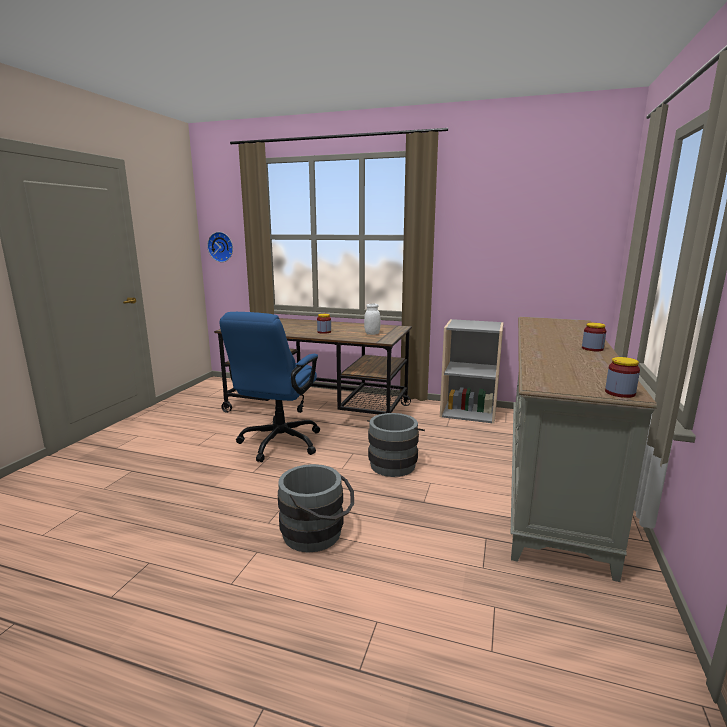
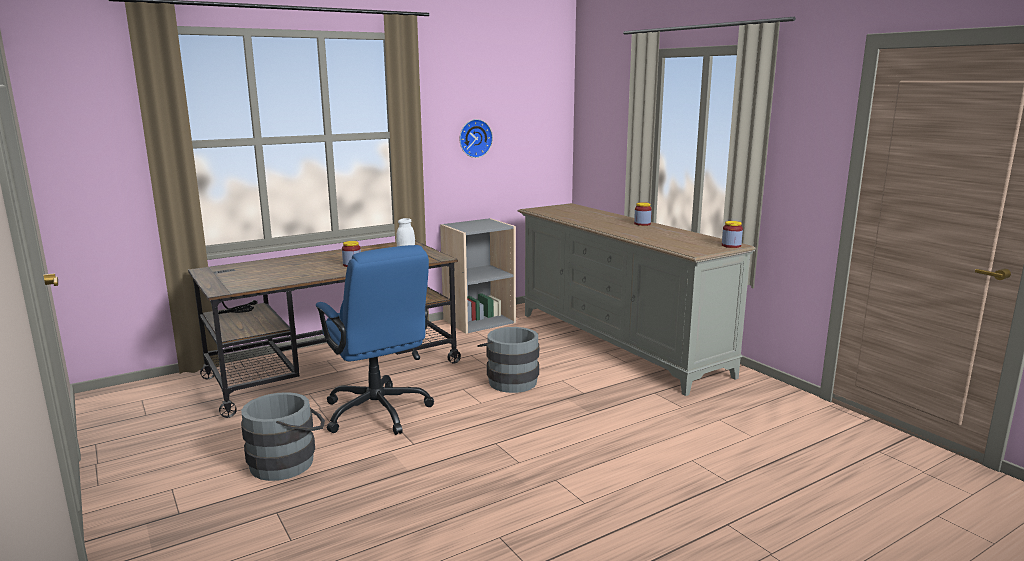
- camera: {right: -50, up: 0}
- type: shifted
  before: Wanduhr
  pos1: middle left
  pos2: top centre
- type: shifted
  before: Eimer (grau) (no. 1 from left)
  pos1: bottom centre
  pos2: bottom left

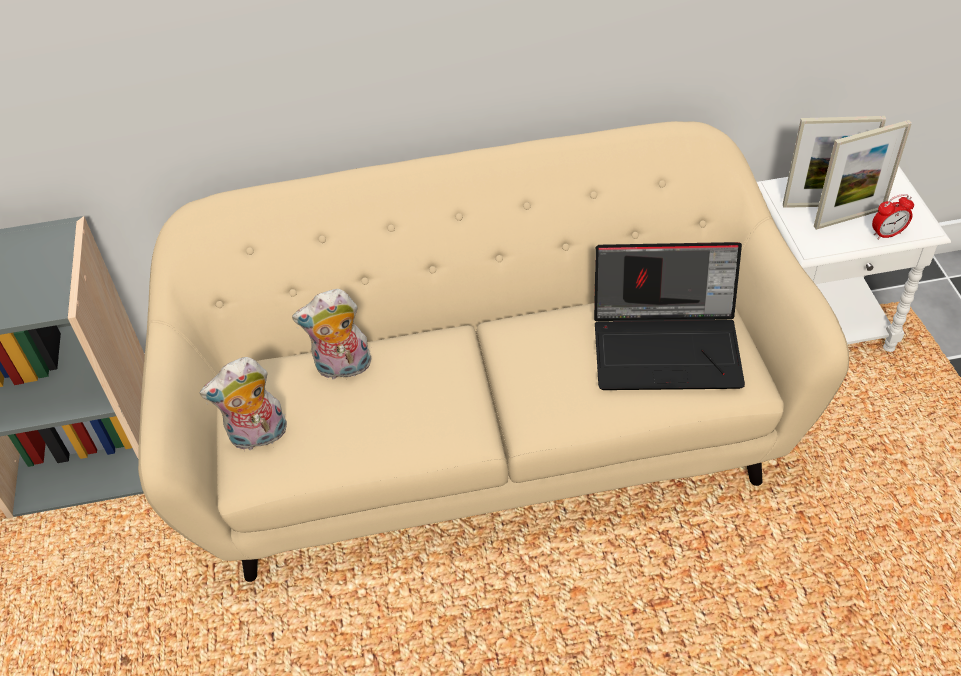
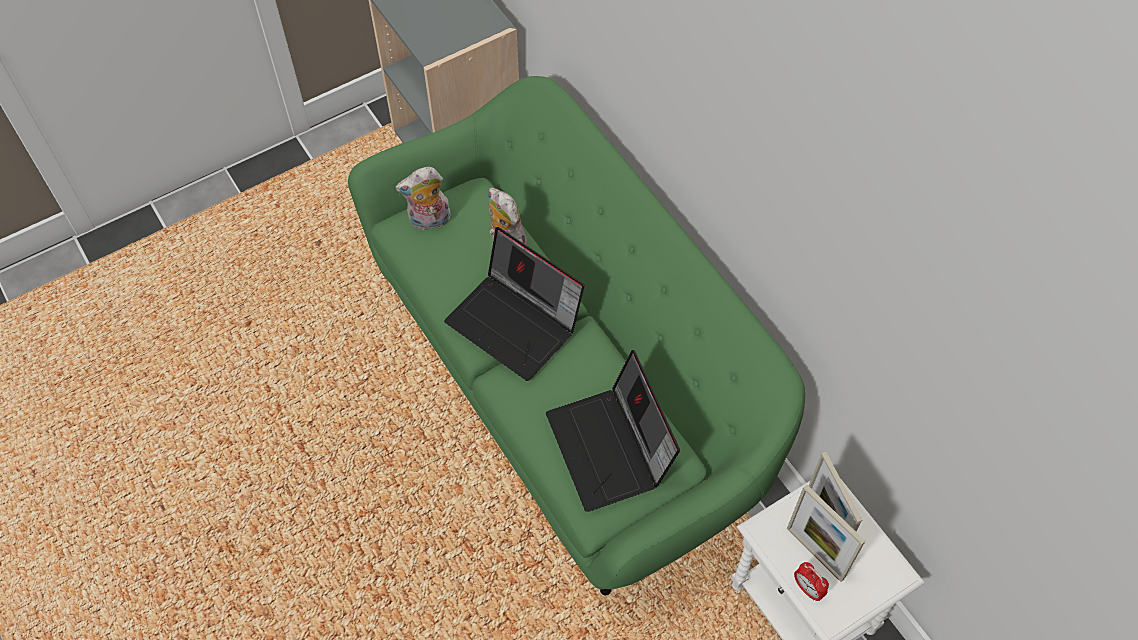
- camera: {right: 65, up: 10}
- type: repainted
  before: Sofa (beige)
  after: Sofa (grün)
  pos1: centre
  pos2: centre
- type: rotated
  before: Plüschtier (no. 1 from left)
  pos1: middle left
  pos2: top centre
  turn: -60
- type: new
  after: Laptop (no. 1 from left)
  pos2: centre

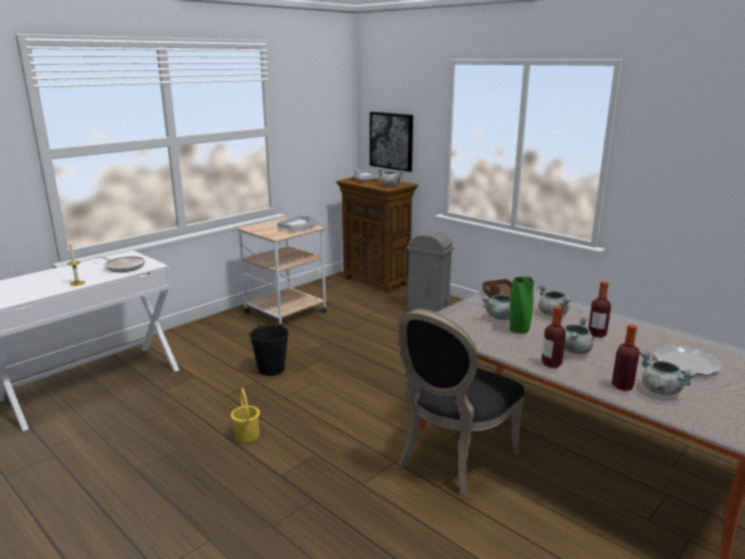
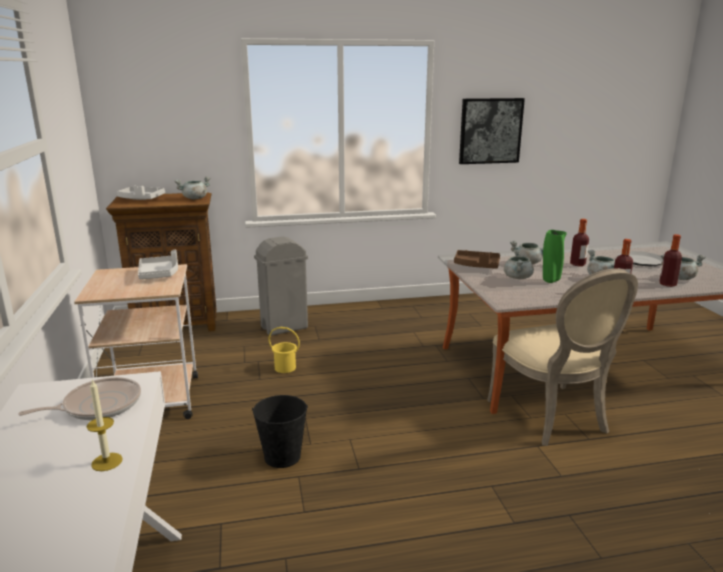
- camera: {right: -55, up: 0}
- type: shifted
  before: Eimer (gelb)
  pos1: bottom left
  pos2: centre
- type: shifted
  before: Bild
  pos1: top centre
  pos2: top right
- type: repainted
  before: Stuhl (schwarz)
  after: Stuhl (beige)
  pos1: bottom centre
  pos2: middle right

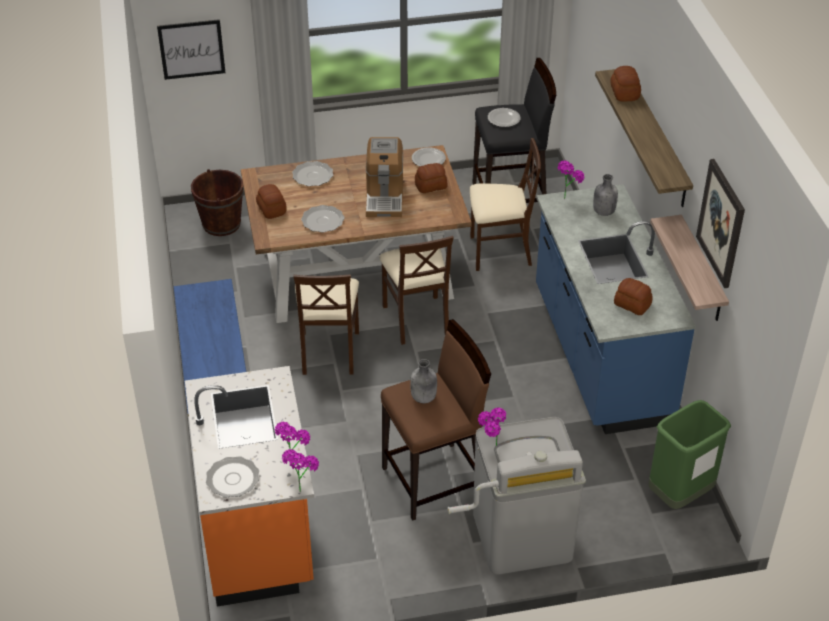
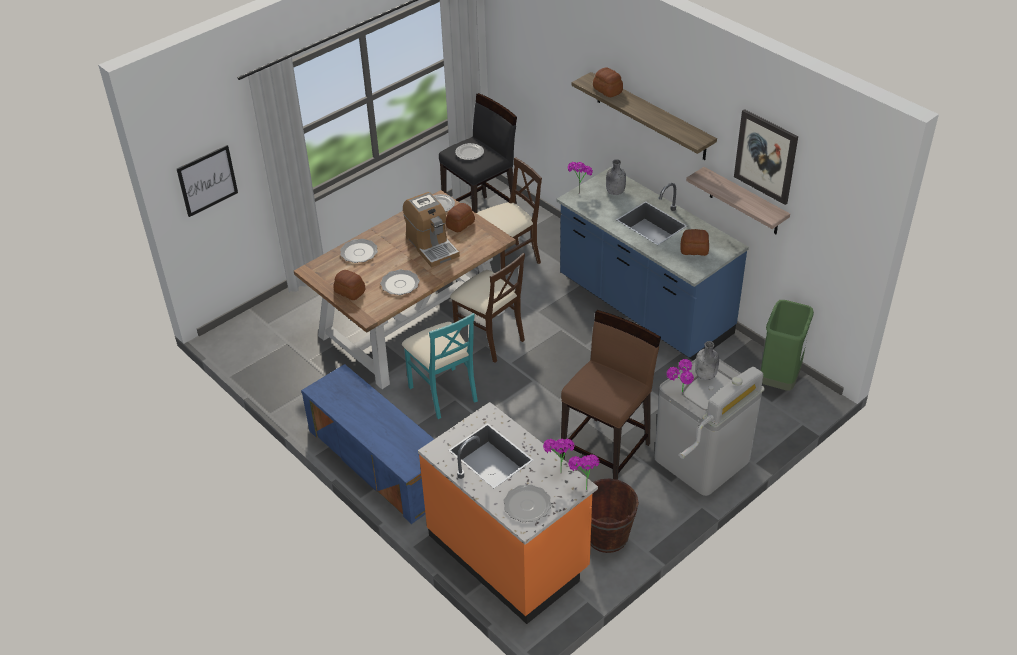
- camera: {right: -30, up: 0}
- type: shifted
  before: Eimer (braun)
  pos1: top left
  pos2: bottom centre
- type: repainted
  before: Stuhl (beige) (no. 1 from left)
  after: Stuhl (türkis)
  pos1: centre
  pos2: centre
- type: shifted
  before: Flasche (grau) (no. 1 from left in the first image)
  after: Flasche (grau) (no. 2 from left)
  pos1: centre
  pos2: middle right

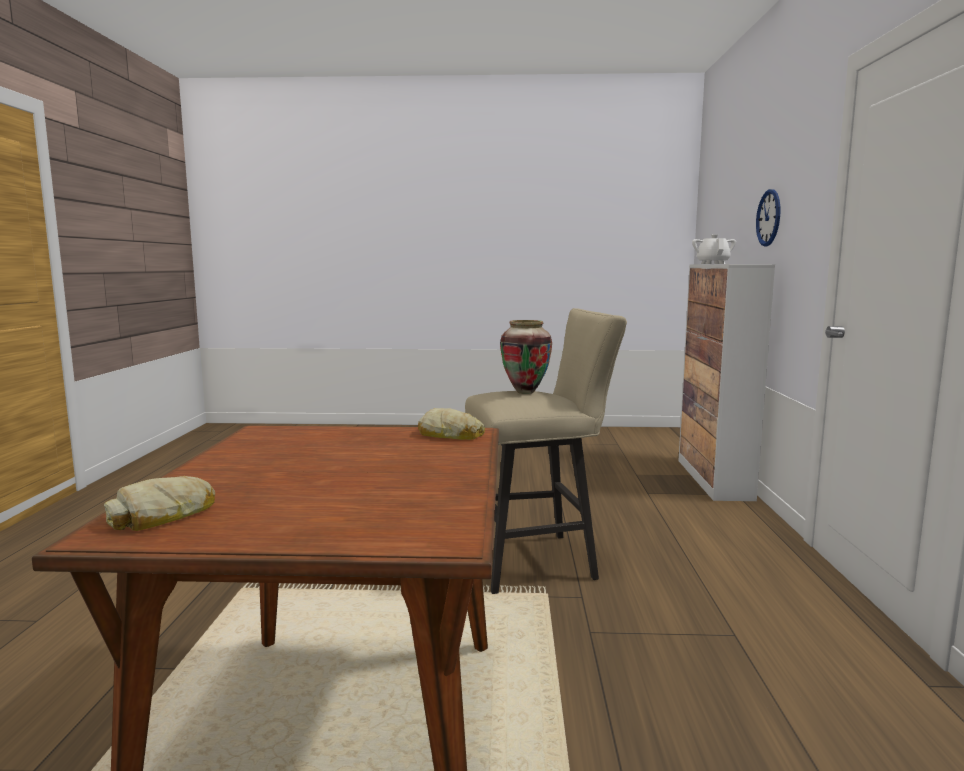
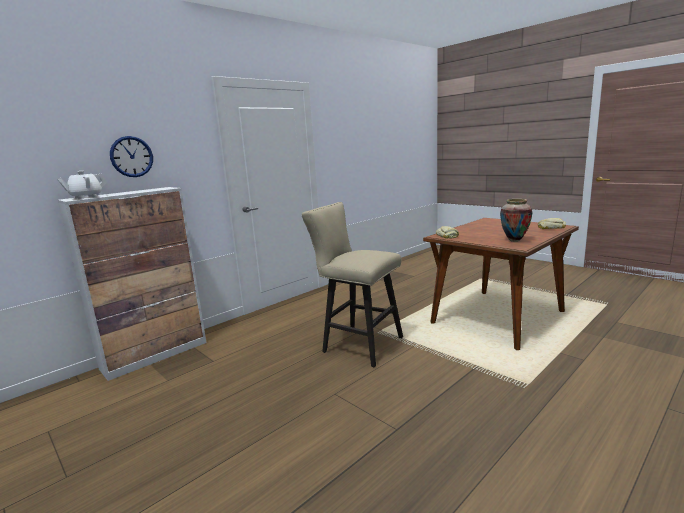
- camera: {right: -135, up: 5}
- type: shifted
  before: Vase
  pos1: centre
  pos2: middle right

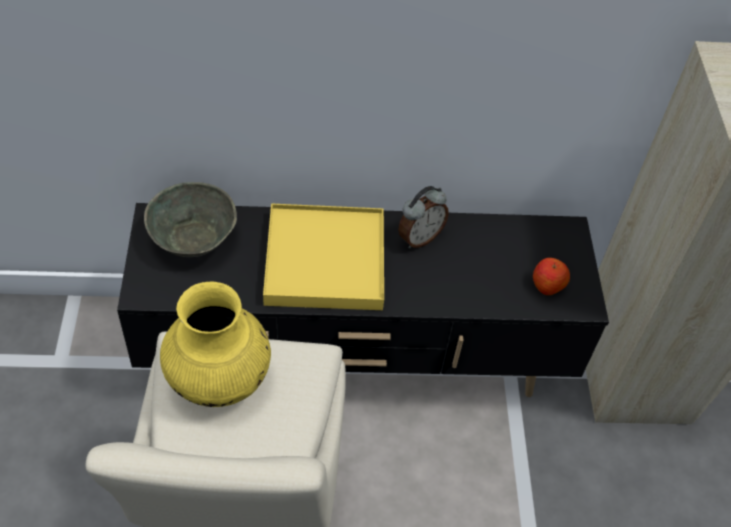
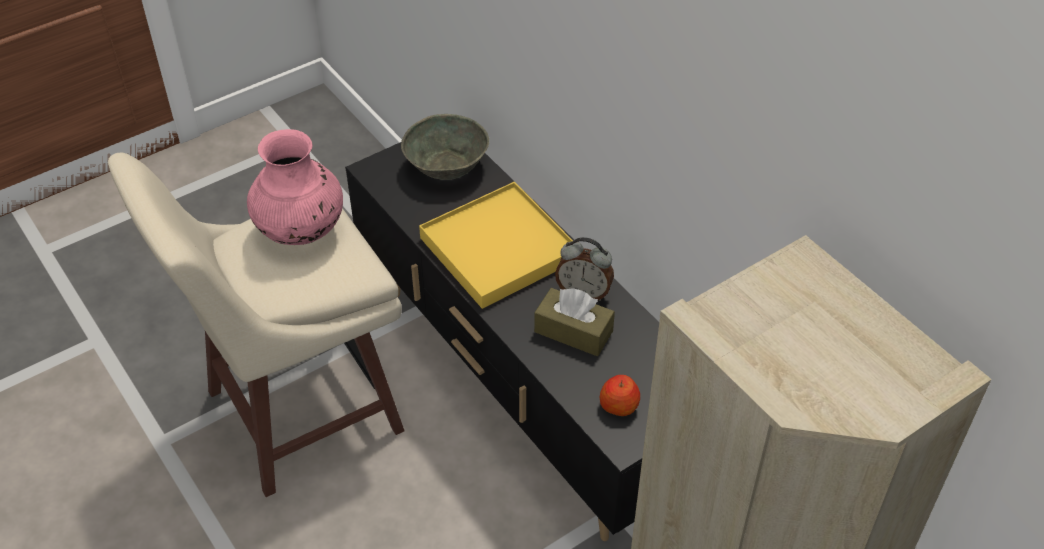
- camera: {right: 60, up: -5}
- type: repainted
  before: Vase (gelb)
  after: Vase (rosa)
  pos1: middle left
  pos2: middle left
- type: new
  after: Taschentuchbox (braun)
  pos2: centre

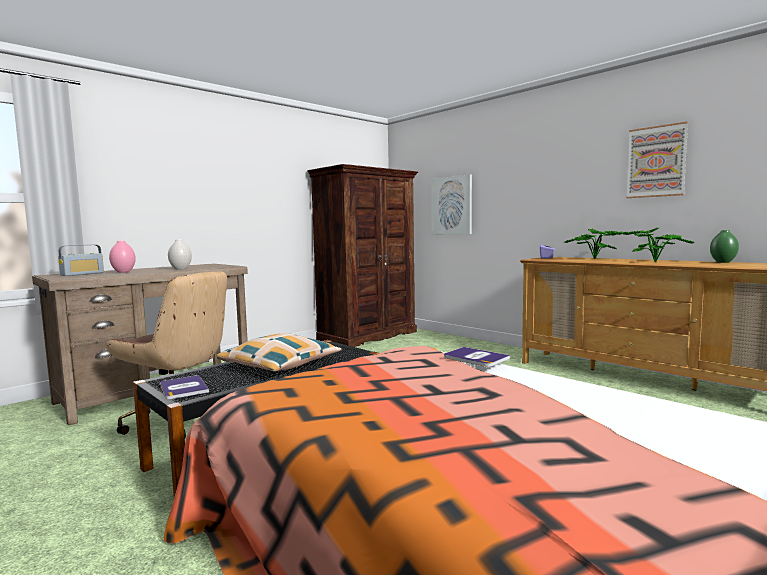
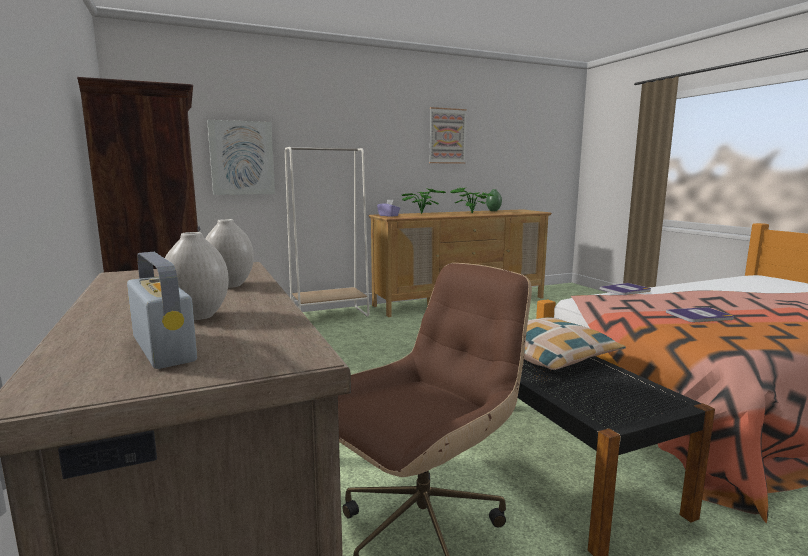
- camera: {right: -70, up: 5}
- type: repainted
  before: Vase (rosa)
  after: Vase (weiß) (no. 1 from left)
  pos1: middle left
  pos2: middle left
- type: shifted
  before: Buch (no. 1 from left in the first image)
  after: Buch (no. 2 from left)
  pos1: bottom left
  pos2: middle right
- type: new
  after: Kleiderständer
  pos2: centre

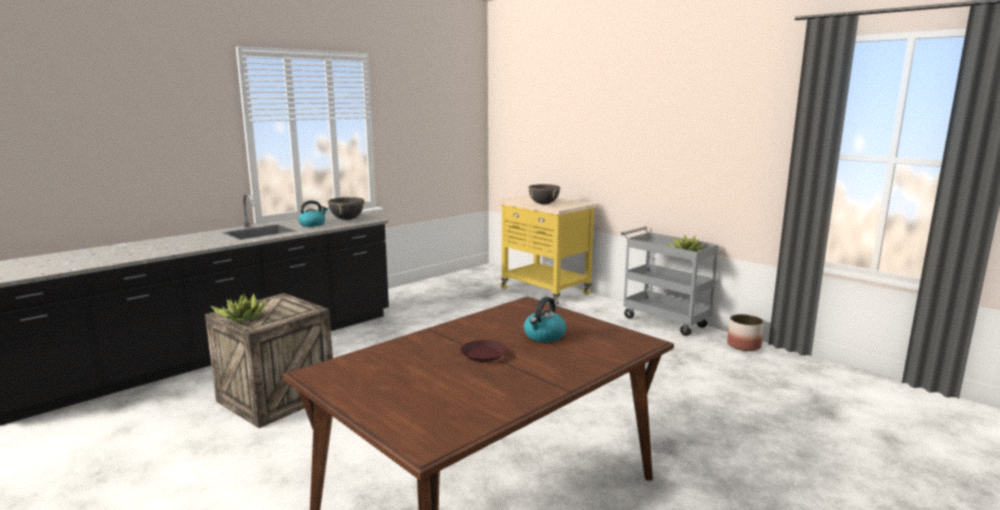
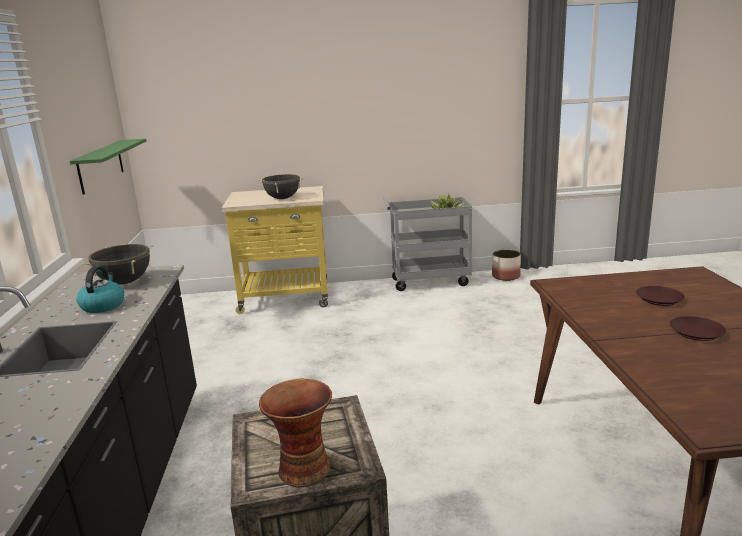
- camera: {right: -50, up: 5}
- type: swapped
  before: Topfpflanze (no. 1 from left)
  after: Vase
  pos1: middle left
  pos2: bottom centre
- type: swapped
  before: Wasserkessel (no. 2 from left)
  after: Teller (braun) (no. 1 from left)
  pos1: centre
  pos2: middle right
- type: new
  after: Wandregal (grün)
  pos2: top left

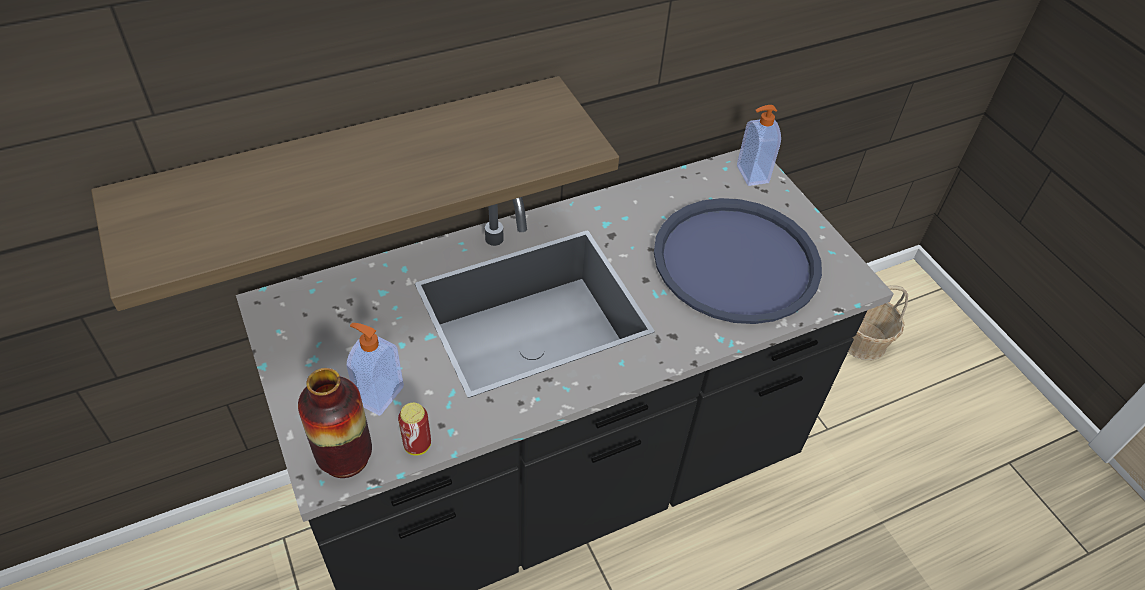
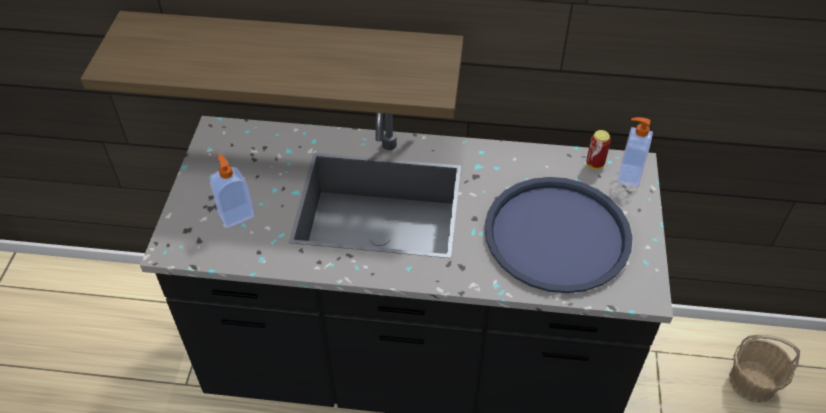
- camera: {right: 35, up: 0}
- type: gone
  before: Vase
  pos1: bottom left
- type: shifted
  before: Dose
  pos1: bottom centre
  pos2: middle right

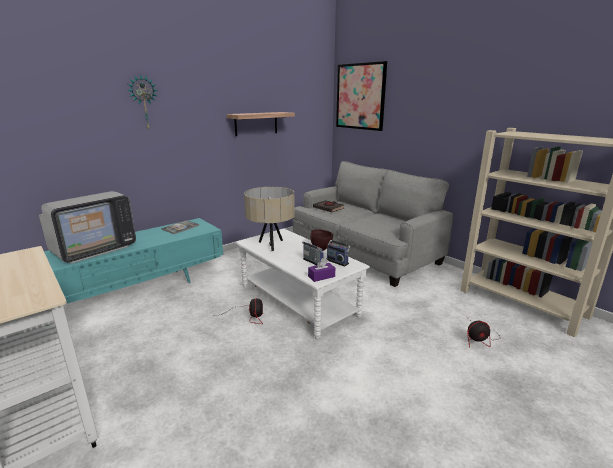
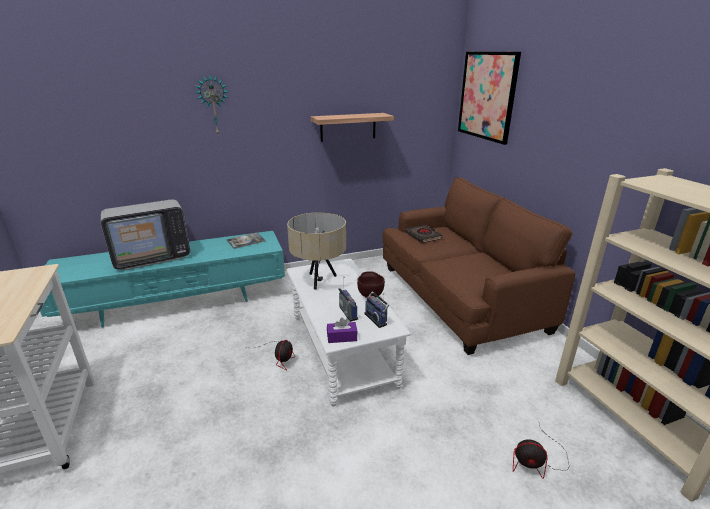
- camera: {right: 20, up: 5}
- type: repainted
  before: Sofa (grau)
  after: Sofa (braun)
  pos1: centre
  pos2: middle right

